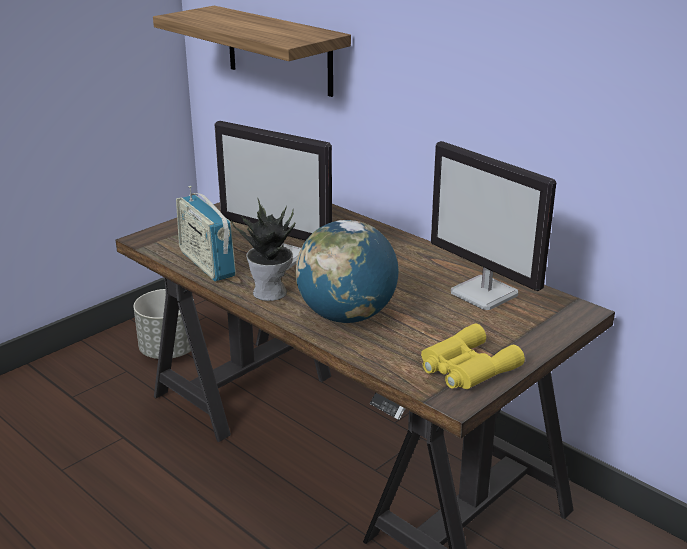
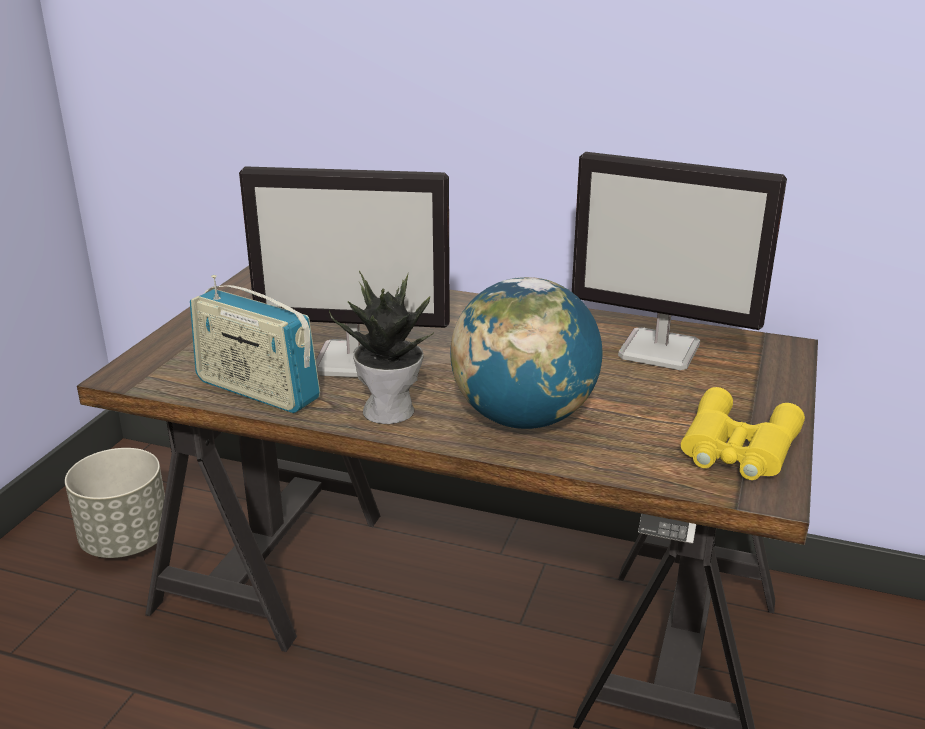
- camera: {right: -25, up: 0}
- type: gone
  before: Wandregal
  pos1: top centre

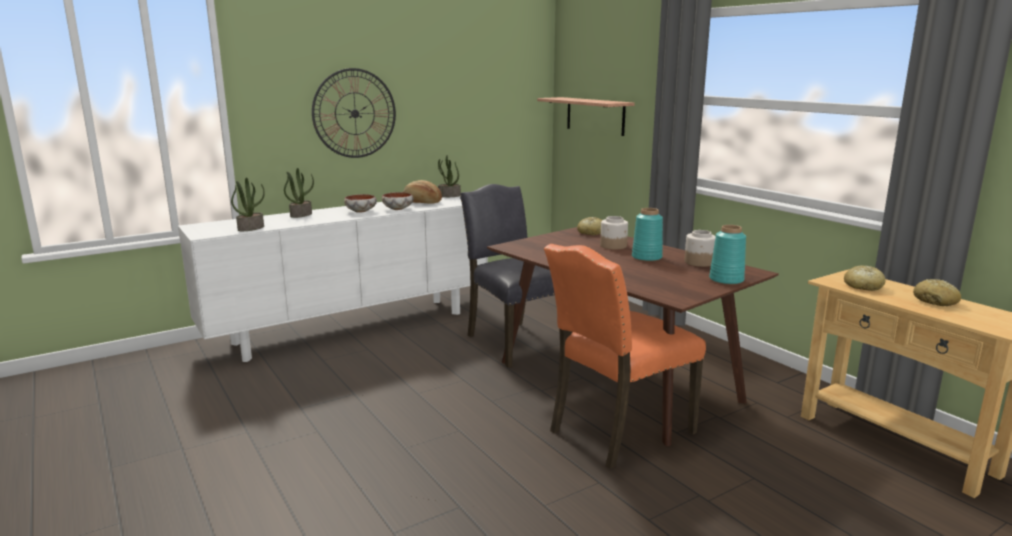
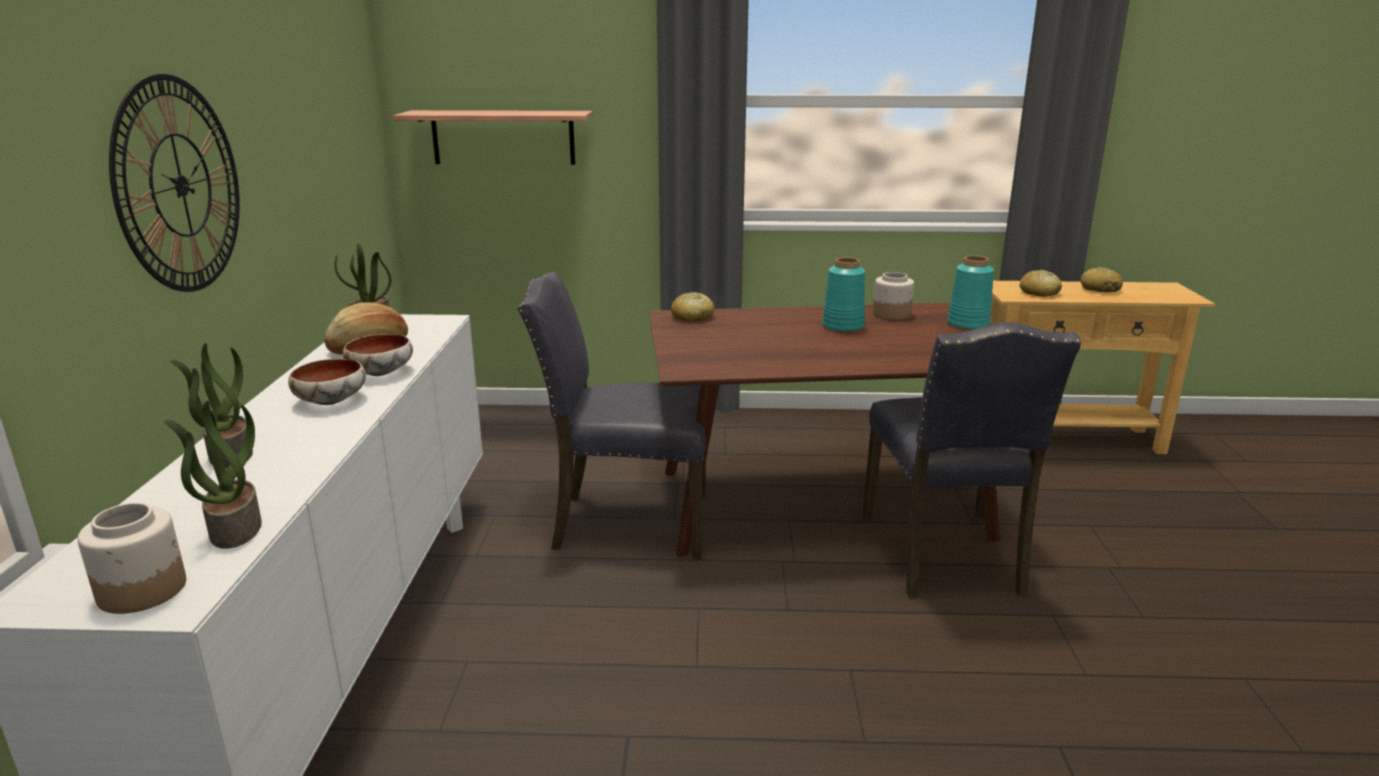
- camera: {right: -55, up: 5}
- type: repainted
  before: Stuhl (orange)
  after: Stuhl (grau) (no. 2 from left)
  pos1: centre
  pos2: middle right
- type: shifted
  before: Vorratsglas (no. 1 from left)
  pos1: centre
  pos2: bottom left

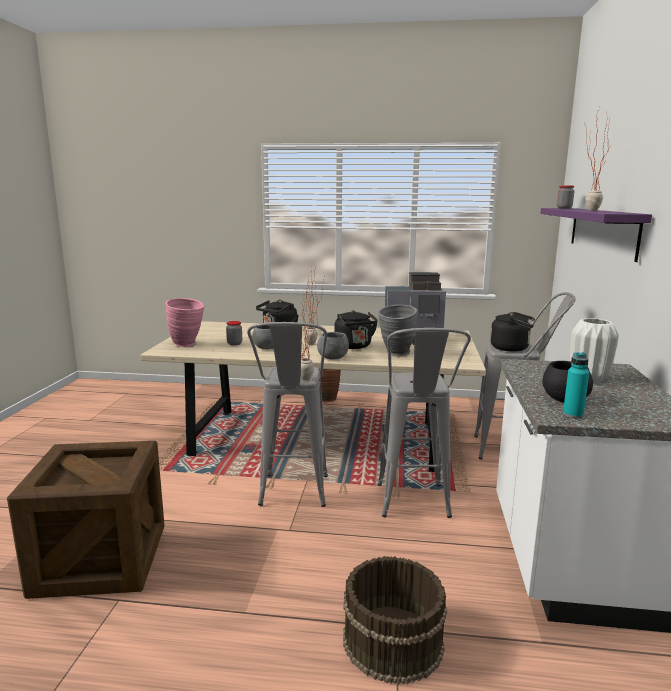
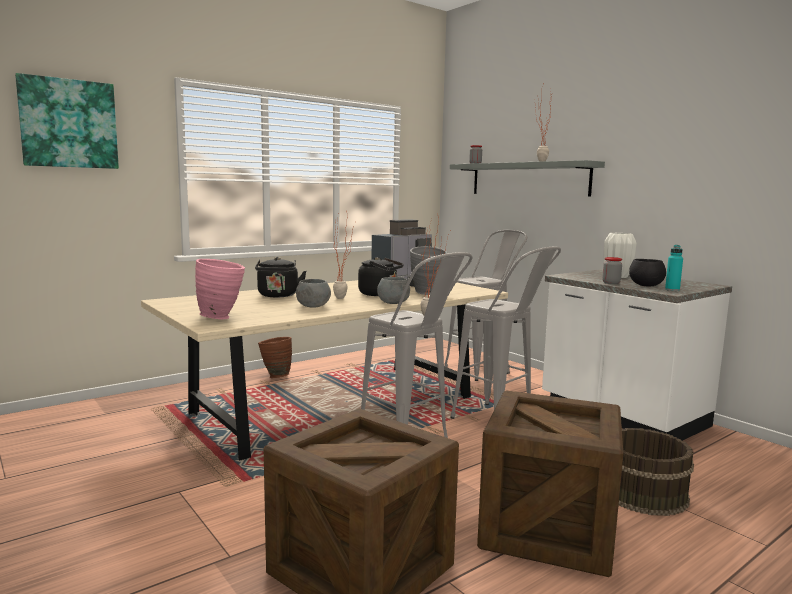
- camera: {right: -45, up: -5}
- type: shifted
  before: Vorratsglas (no. 1 from left in the first image)
  after: Vorratsglas (no. 2 from left)
  pos1: centre
  pos2: middle right
- type: gone
  before: Wasserkessel (schwarz) (no. 3 from left)
  pos1: middle right
- type: repainted
  before: Wandregal (lila)
  after: Wandregal (grau)
  pos1: middle right
  pos2: top centre
- type: new
  after: Bild
  pos2: top left
- type: new
  after: Kiste (no. 2 from left)
  pos2: bottom right

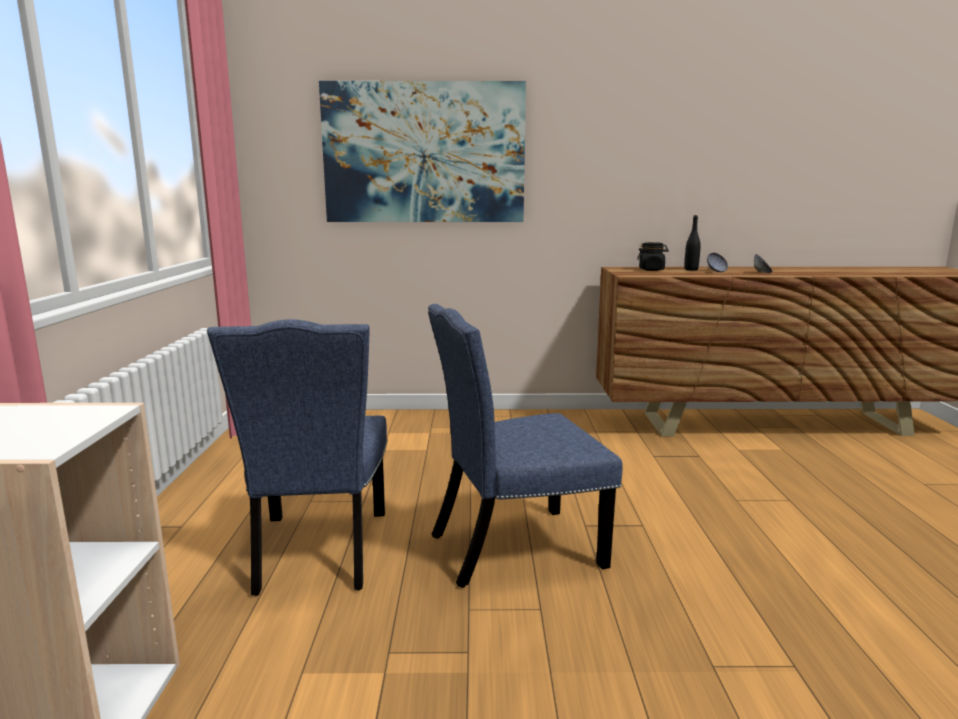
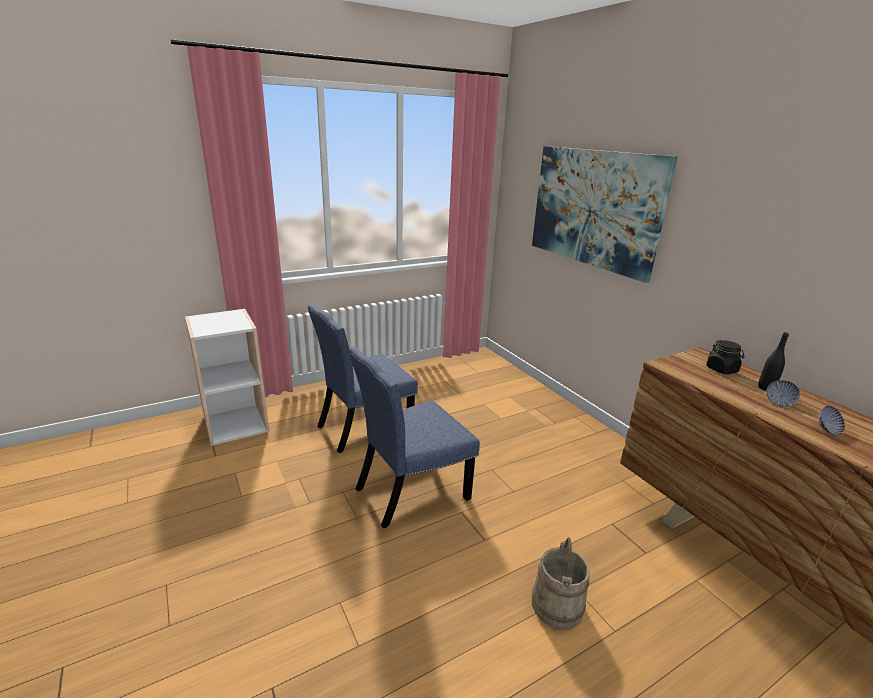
- camera: {right: 60, up: 10}
- type: rotated
  before: Stuhl (blau) (no. 2 from left)
  pos1: centre
  pos2: centre
  turn: -75
- type: new
  after: Eimer (beige)
  pos2: bottom centre

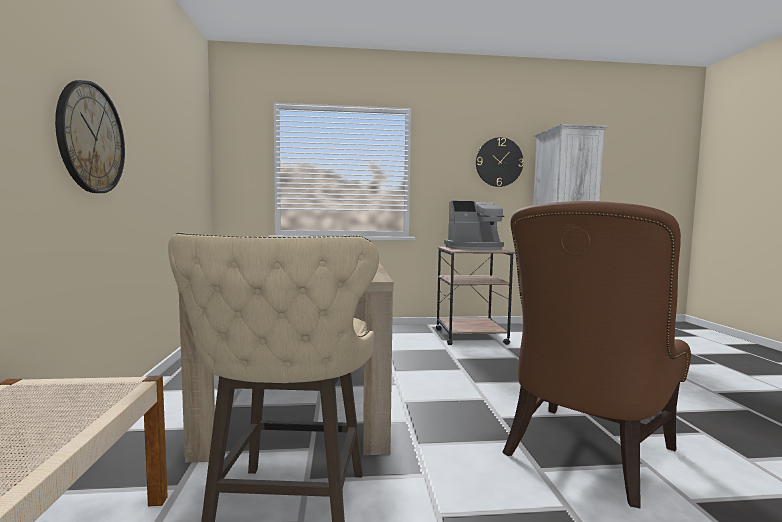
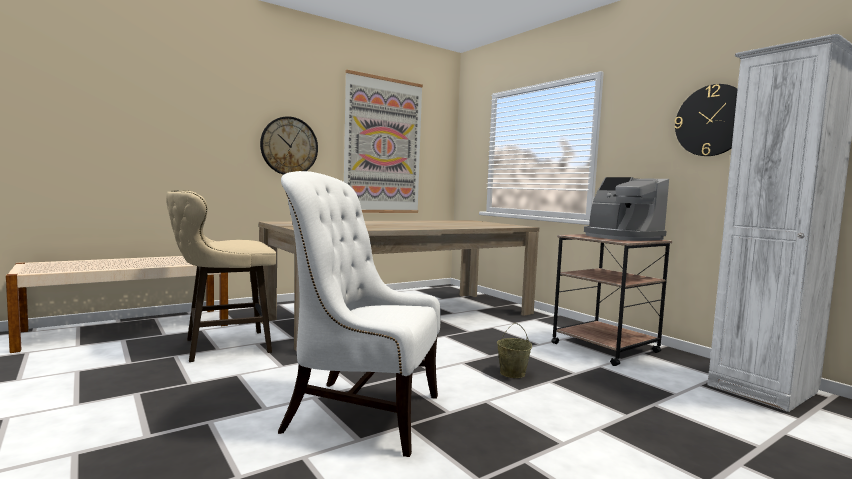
- camera: {right: 60, up: 0}
- type: repainted
  before: Stuhl (braun)
  after: Stuhl (weiß)
  pos1: bottom right
  pos2: centre
- type: new
  after: Bild
  pos2: top centre
- type: new
  after: Eimer (beige)
  pos2: bottom centre

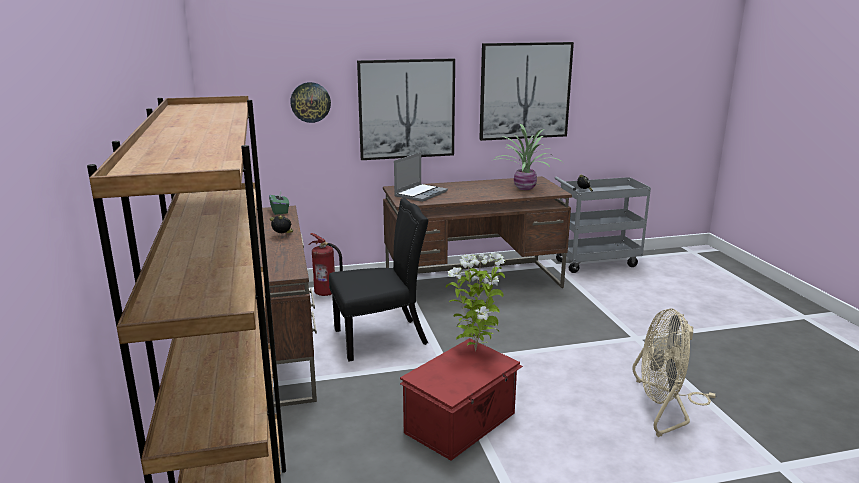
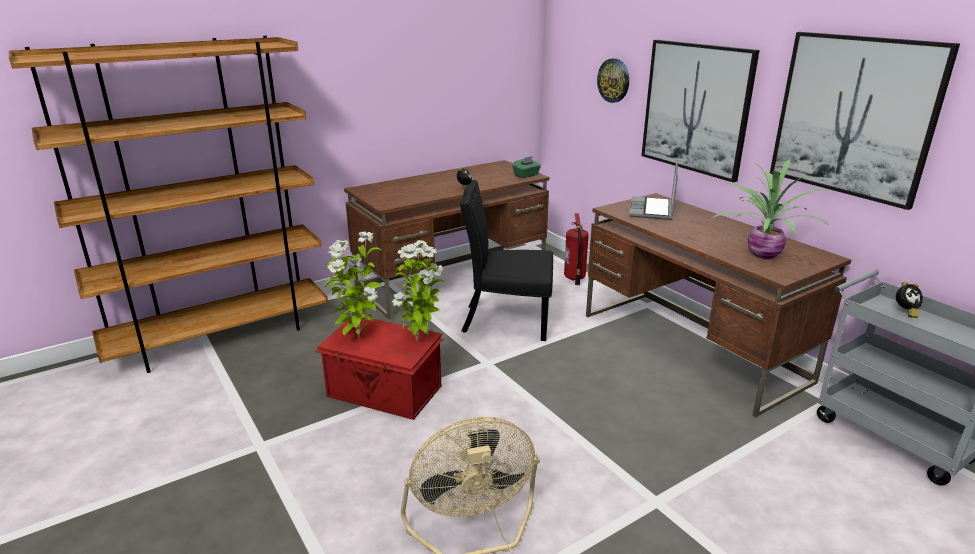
- camera: {right: 70, up: 5}
- type: rotated
  before: Stuhl (schwarz)
  pos1: centre
  pos2: centre
  turn: 135
- type: rotated
  before: Laptop
  pos1: centre
  pos2: middle right
  turn: 90
- type: new
  after: Topfpflanze (no. 1 from left)
  pos2: centre

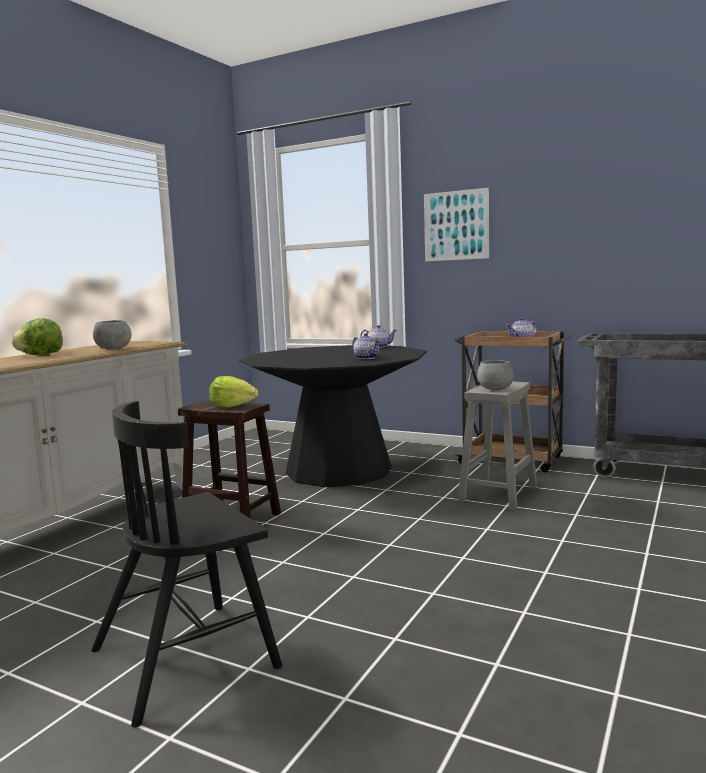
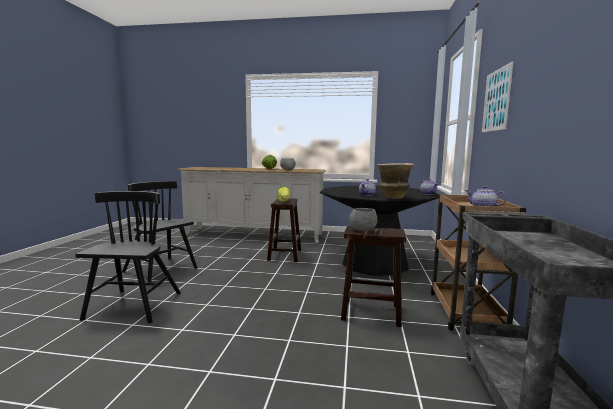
- camera: {right: 70, up: 0}
- type: repainted
  before: Hocker (grau)
  after: Hocker (braun) (no. 2 from left)
  pos1: middle right
  pos2: bottom centre
- type: new
  after: Stuhl (schwarz) (no. 1 from left)
  pos2: middle left
- type: new
  after: Vase
  pos2: centre

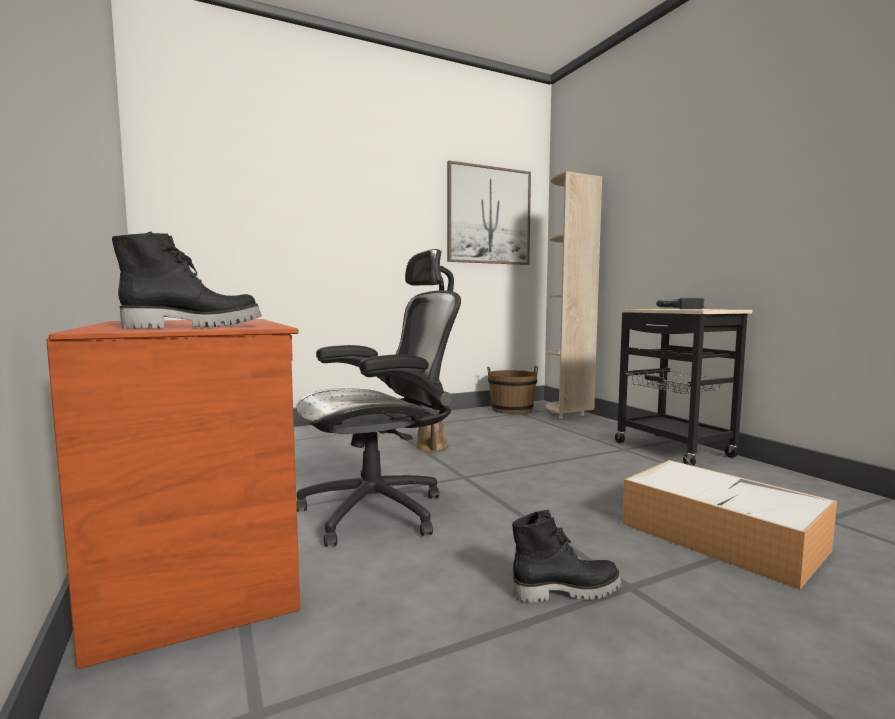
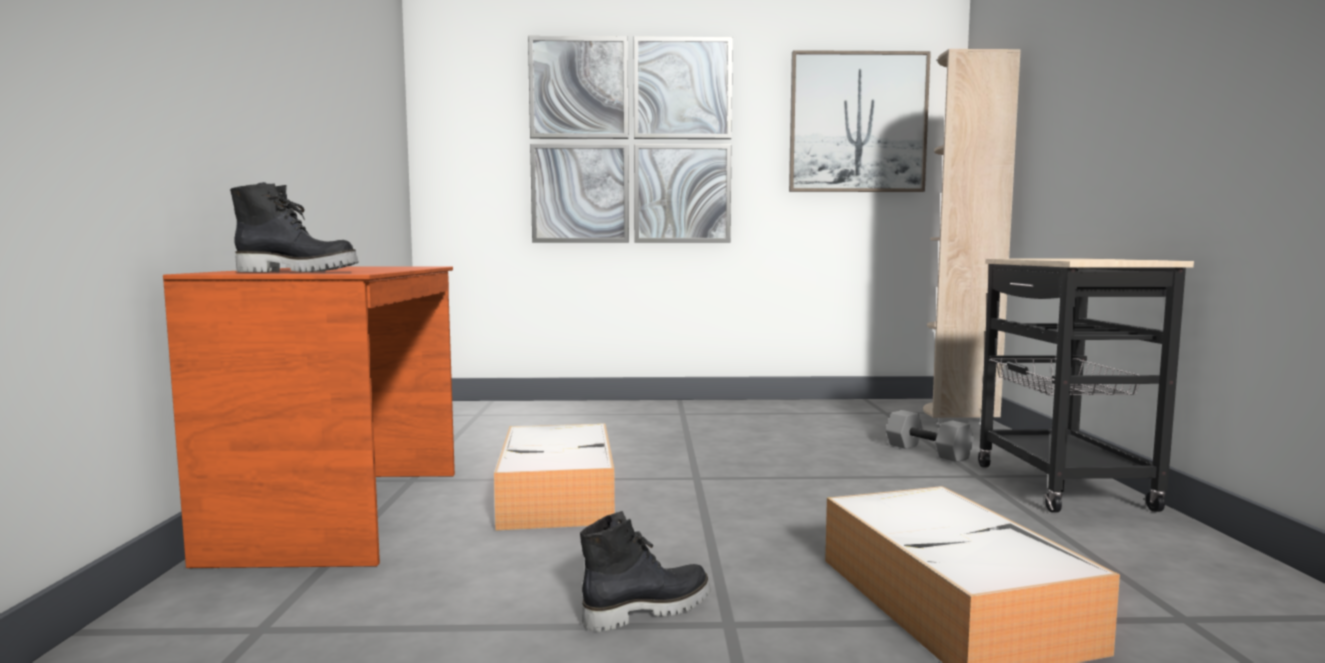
- camera: {right: 25, up: 0}
- type: swapped
  before: Bürostuhl
  after: Aufbewahrungsbox (no. 1 from left)
  pos1: centre
  pos2: bottom centre
- type: gone
  before: Gießkanne (braun)
  pos1: centre
- type: gone
  before: Eimer (braun)
  pos1: centre
- type: rotated
  before: Stiefel (schwarz) (no. 2 from left)
  pos1: bottom centre
  pos2: bottom centre
  turn: -45
- type: gone
  before: Bohrmaschine
  pos1: middle right
- type: new
  after: Bild (no. 1 from left)
  pos2: top centre
- type: new
  after: Hantel (grau)
  pos2: middle right

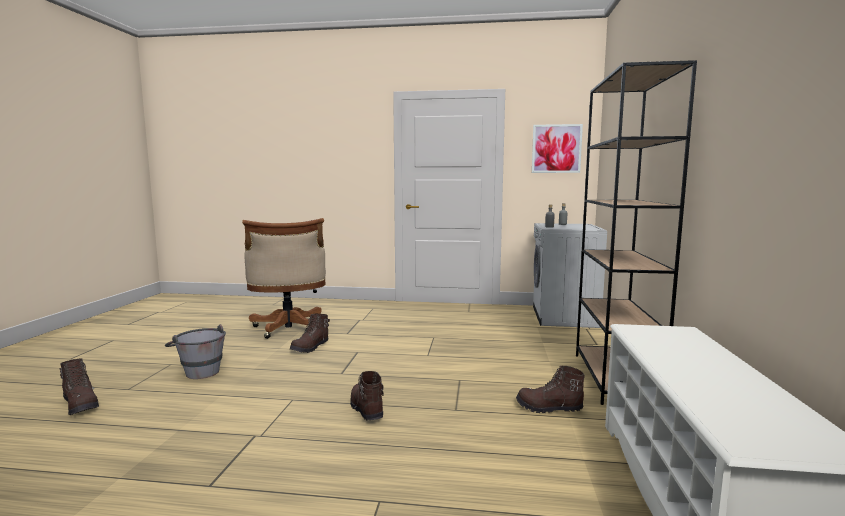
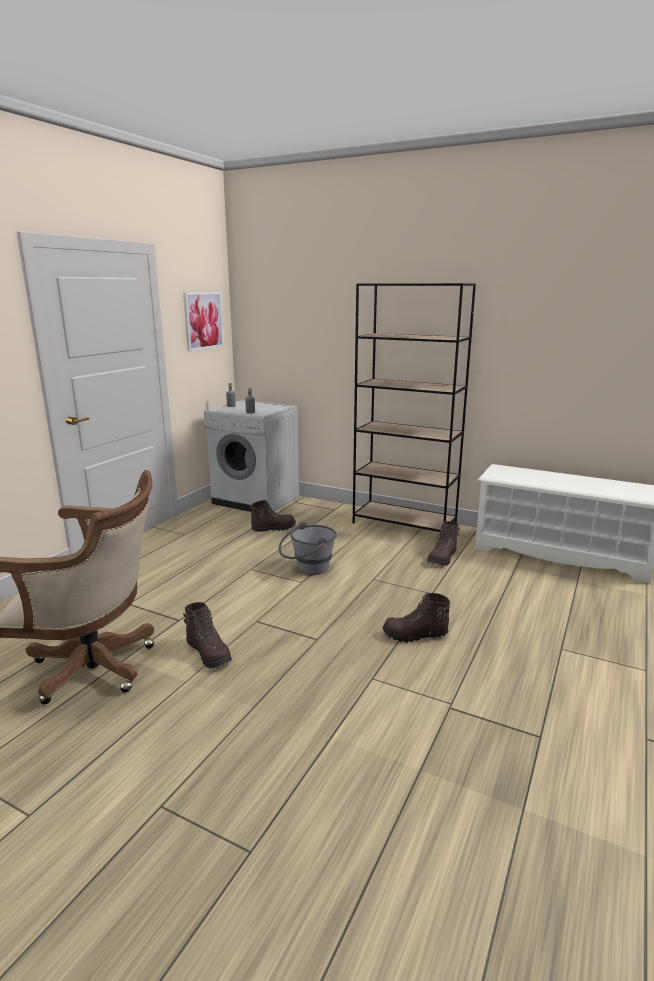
- camera: {right: -70, up: 10}
- type: shifted
  before: Stiefel (braun) (no. 1 from left in the first image)
  after: Stiefel (braun) (no. 2 from left)
  pos1: bottom left
  pos2: centre
- type: shifted
  before: Eimer (grau)
  pos1: bottom left
  pos2: centre

